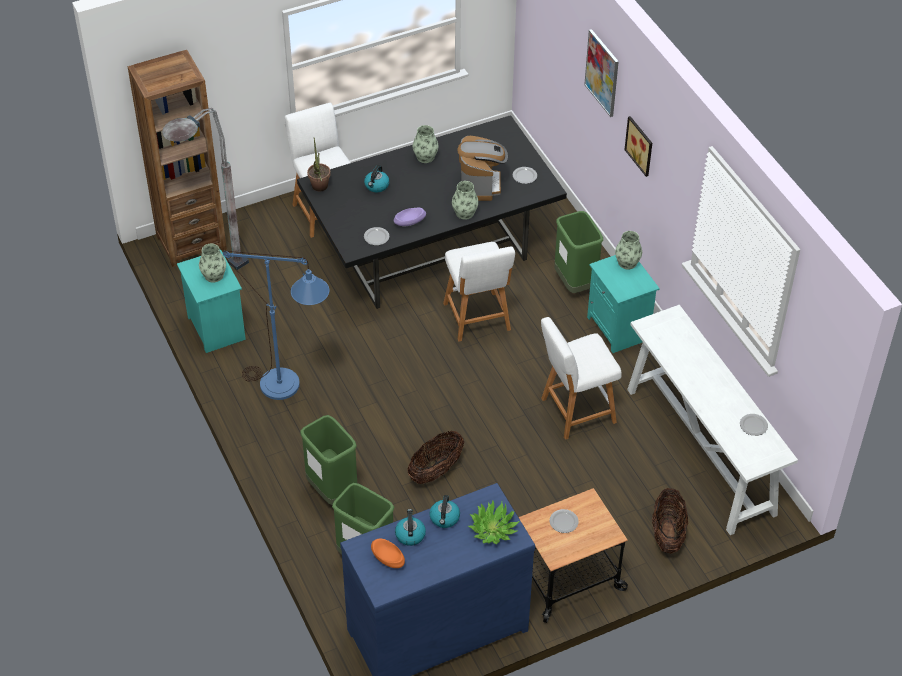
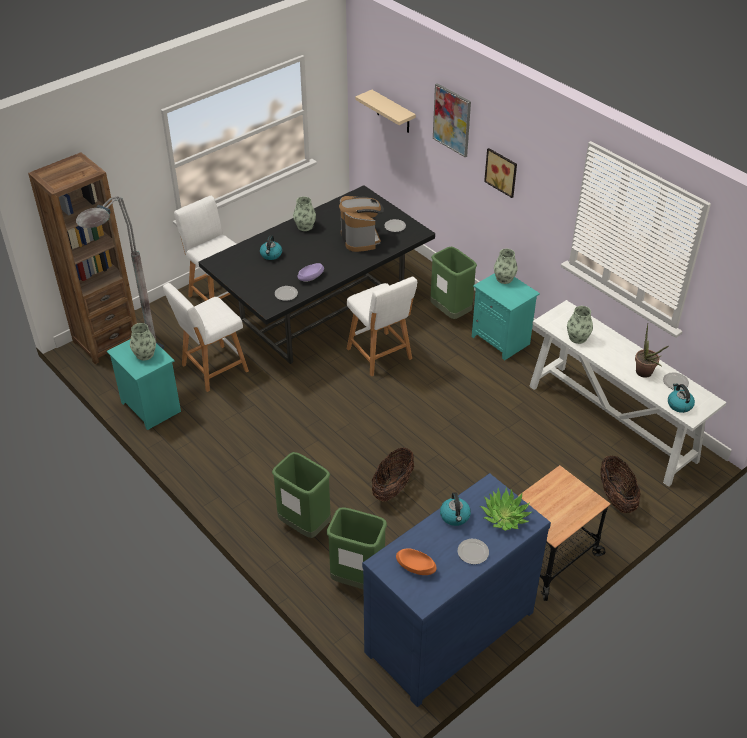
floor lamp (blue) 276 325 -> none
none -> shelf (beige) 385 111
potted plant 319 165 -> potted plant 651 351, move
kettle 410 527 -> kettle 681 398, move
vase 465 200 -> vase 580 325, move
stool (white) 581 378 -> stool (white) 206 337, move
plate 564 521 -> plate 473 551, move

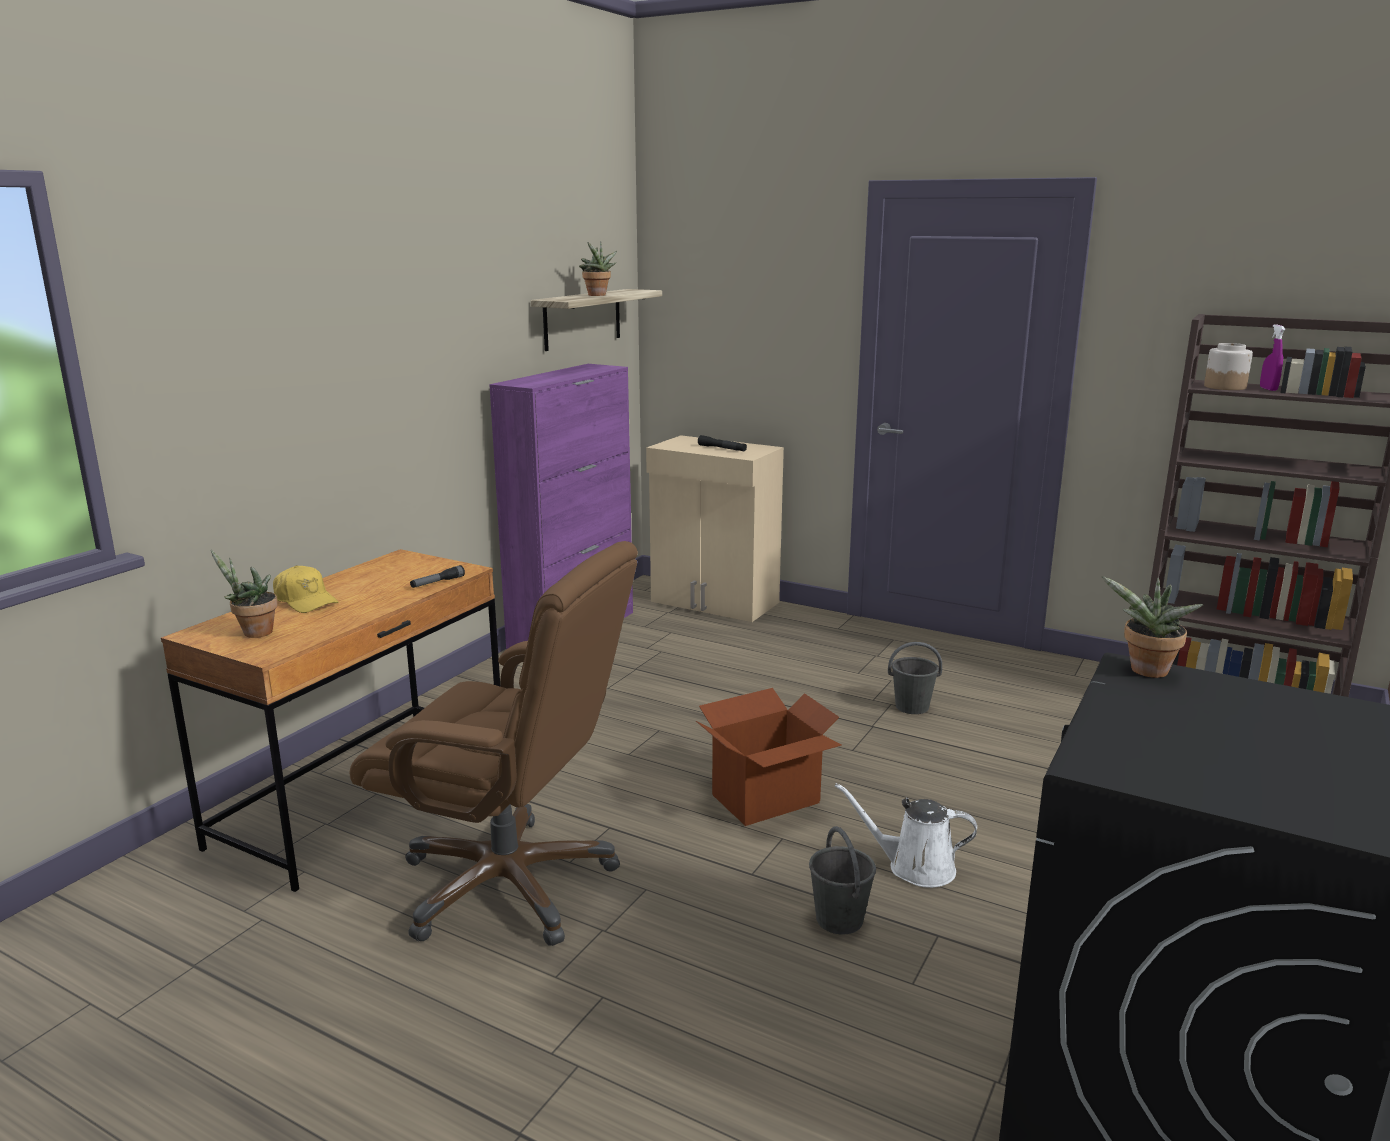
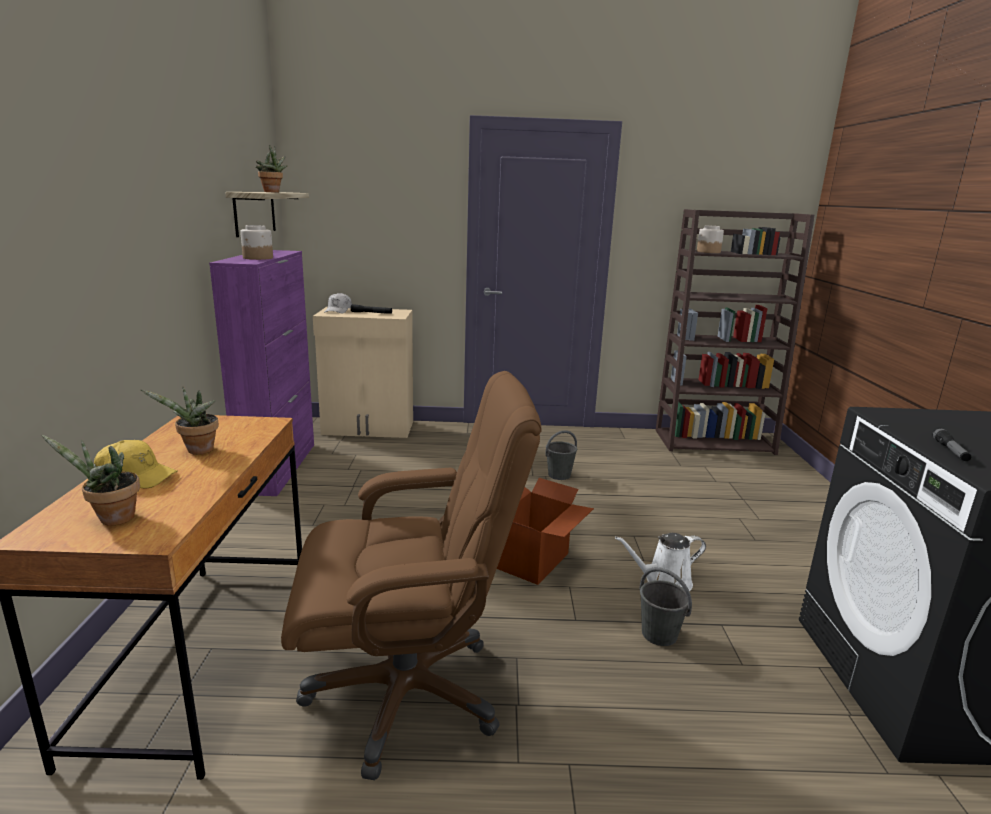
spray bottle (purple) 1273 357 -> none
none -> jar 256 242
none -> cap (white) 338 303
flashlight 437 576 -> flashlight 951 444, move
potted plant 1152 627 -> potted plant 180 420, move

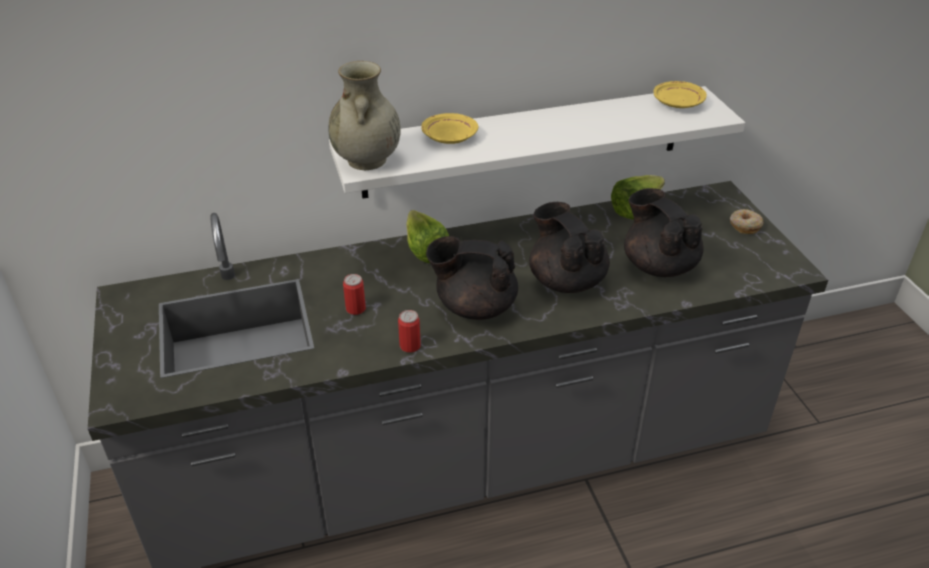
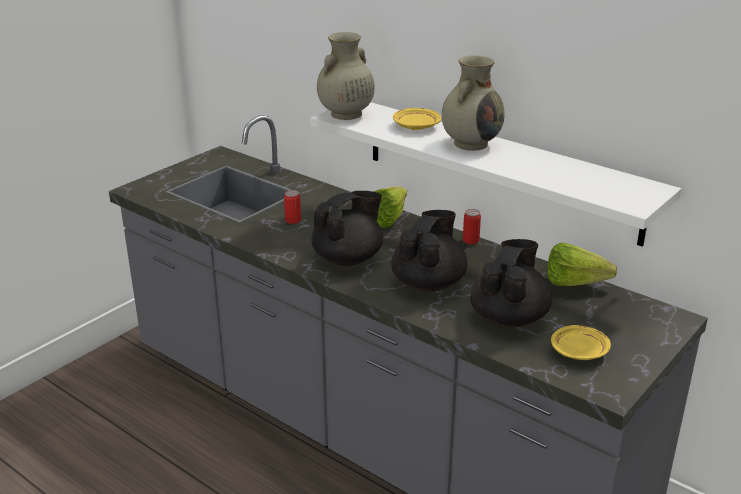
donut 747 221 -> none
none -> vase (beige) 473 103
can 409 331 -> can 472 226, move
plate (yellow) 680 94 -> plate (yellow) 581 342, move
teapot (black) 472 278 -> teapot (black) 347 228, 75 degrees clockwise

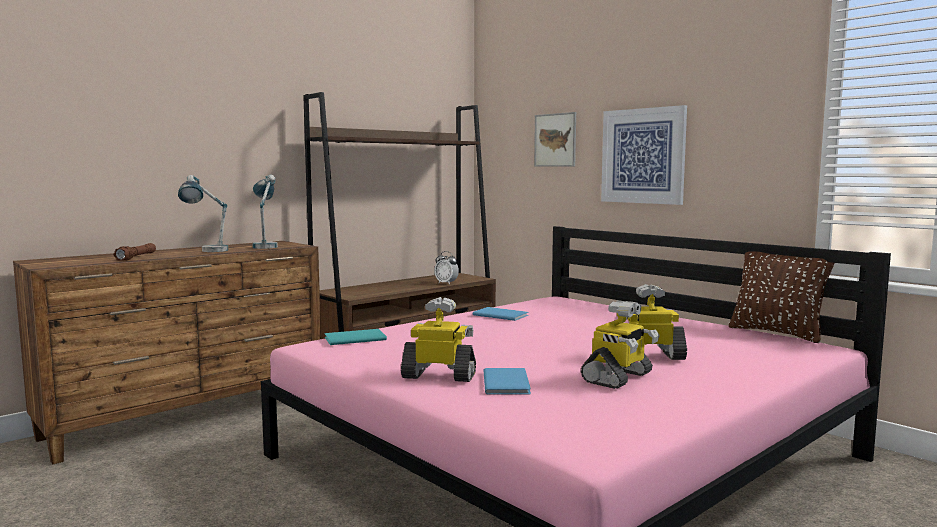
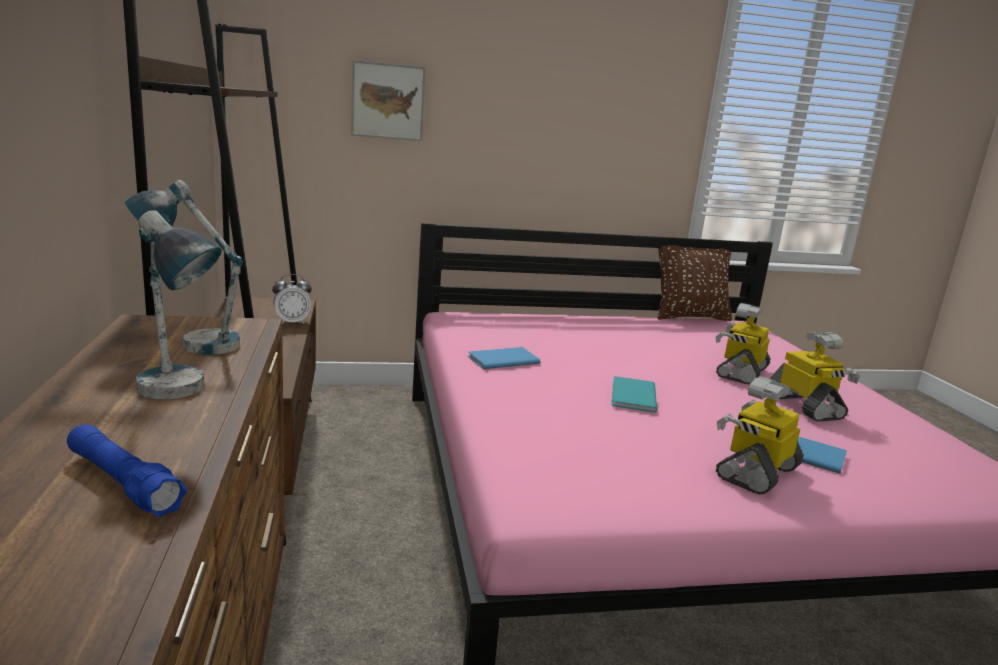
picture 644 155 -> none
book (turquoise) 356 337 -> book (turquoise) 634 394, move
flashlight (brown) 134 252 -> flashlight (blue) 127 470

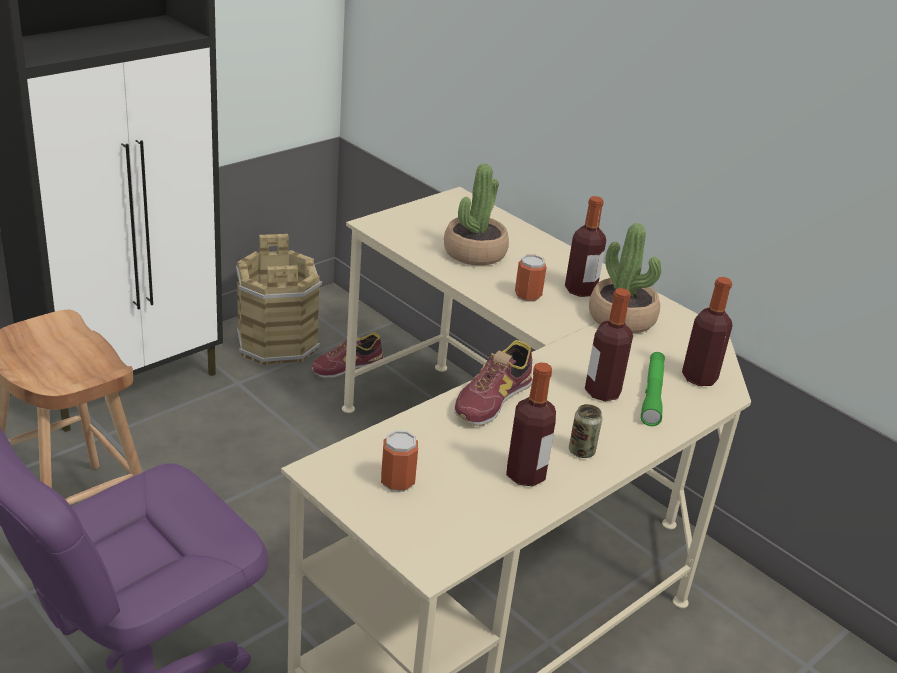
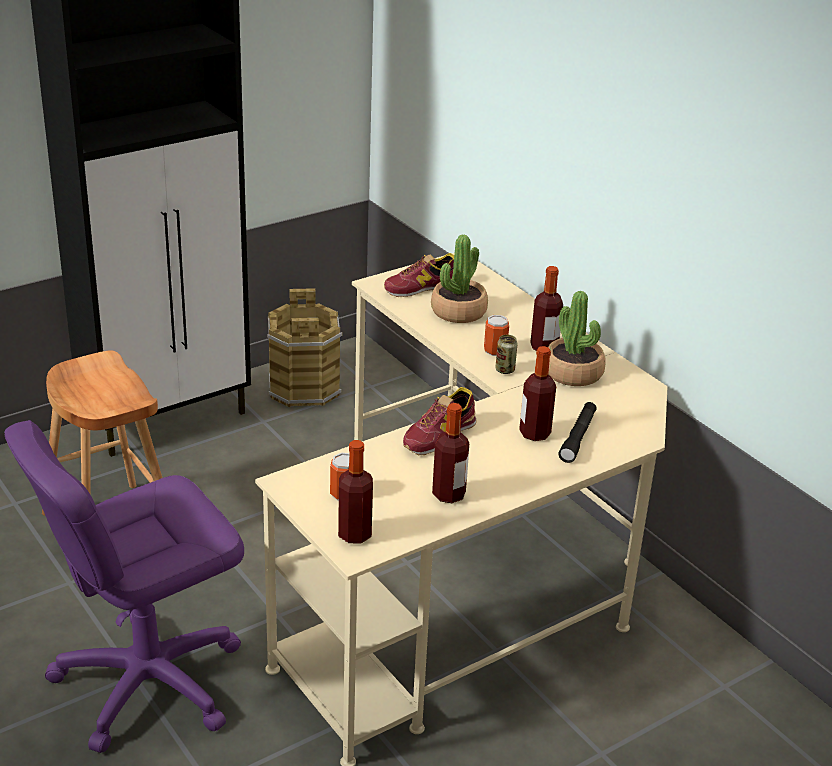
shoe 348 355 -> shoe 419 275, move
can 586 431 -> can 506 354, move
bottle 707 331 -> bottle 355 491, move
flashlight (green) 653 389 -> flashlight (black) 577 432

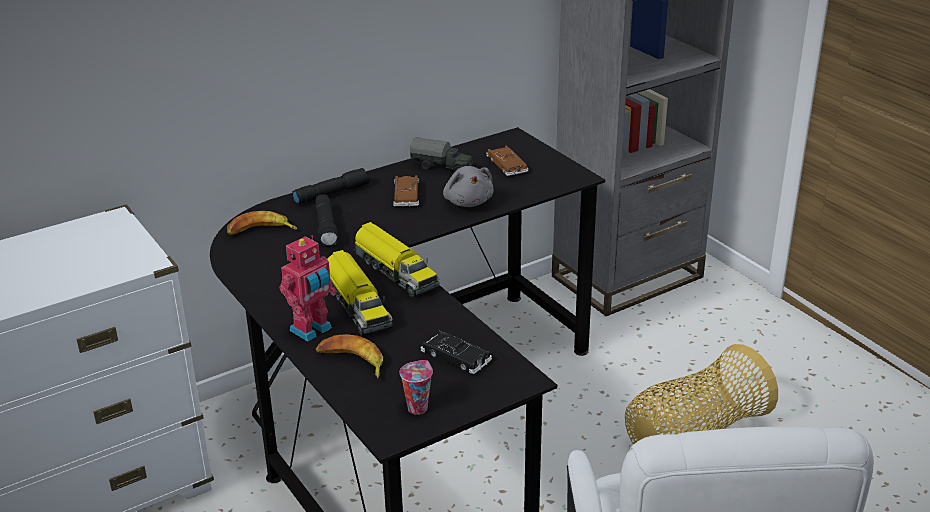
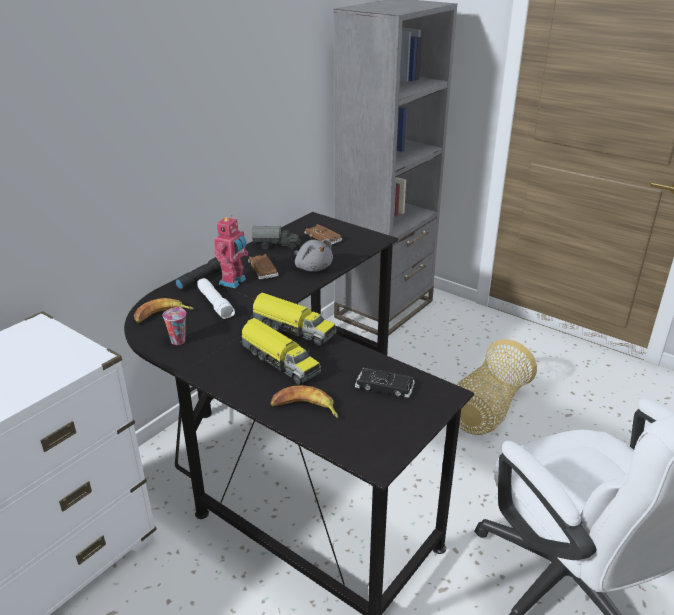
toy robot 308 288 -> toy robot 231 251, move
cup 416 387 -> cup 174 326, move
flashlight (black) 327 220 -> flashlight (white) 216 298

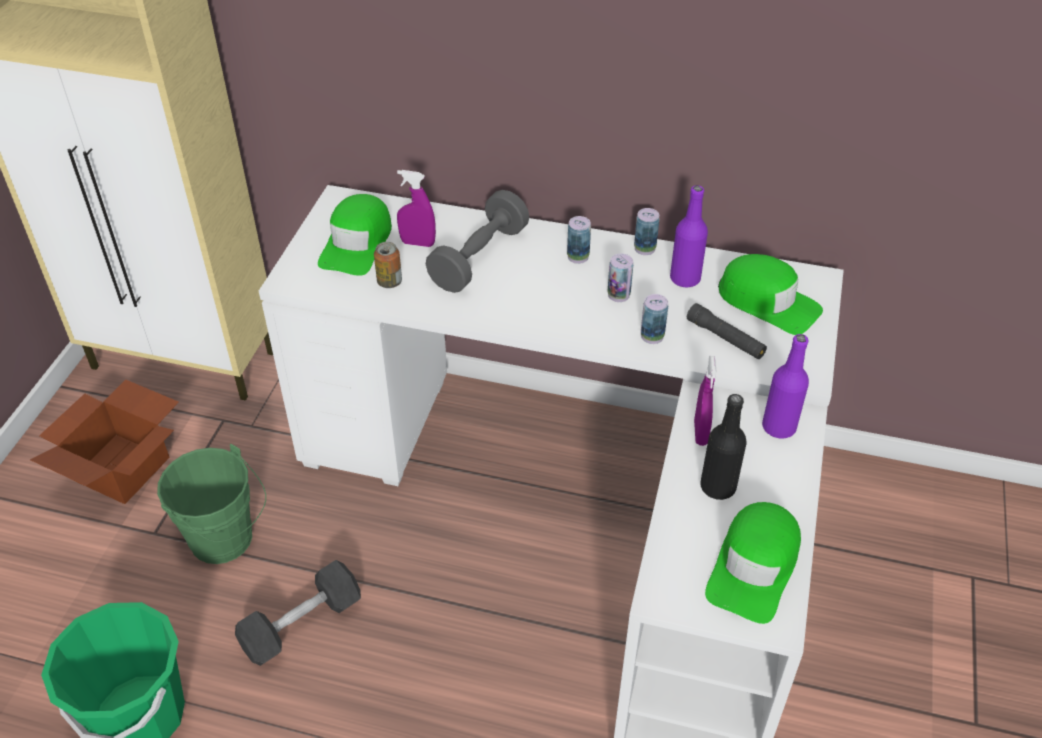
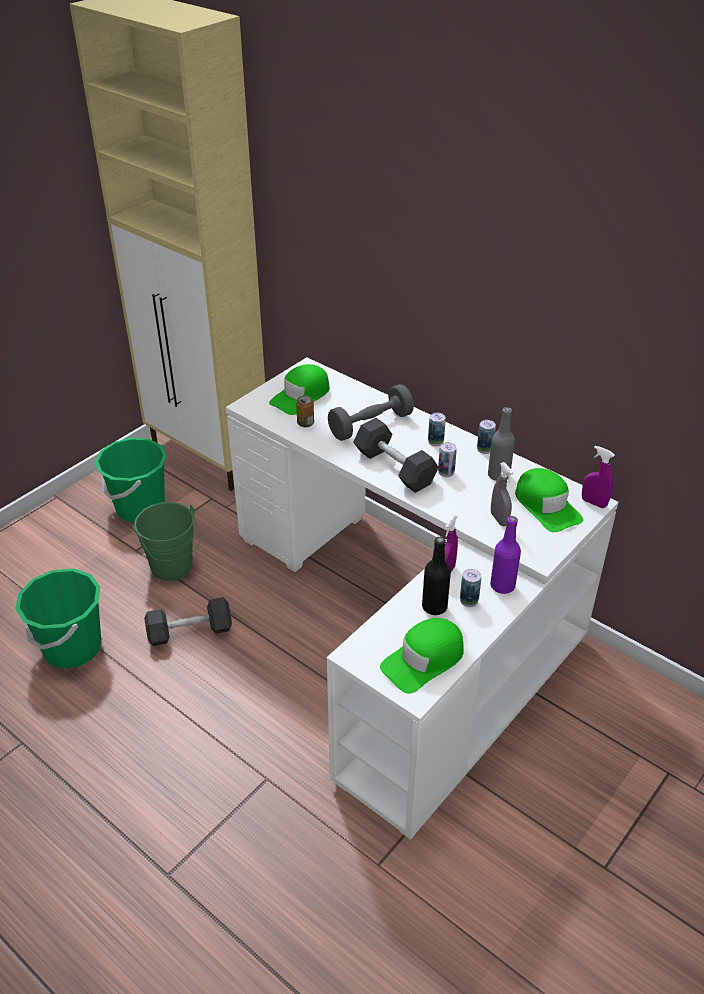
none -> dumbbell (black) 396 455
spray bottle (purple) 416 208 -> spray bottle (purple) 598 477, move
can 654 319 -> can 470 588, move
cardboard box 104 441 -> bucket (green) 131 480
flashlight (black) 727 331 -> spray bottle (grey) 502 494
bottle (purple) 689 236 -> bottle (grey) 501 444

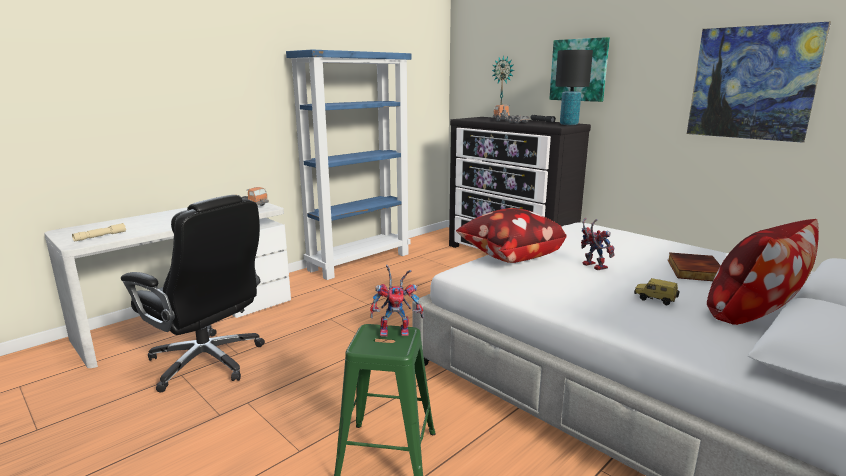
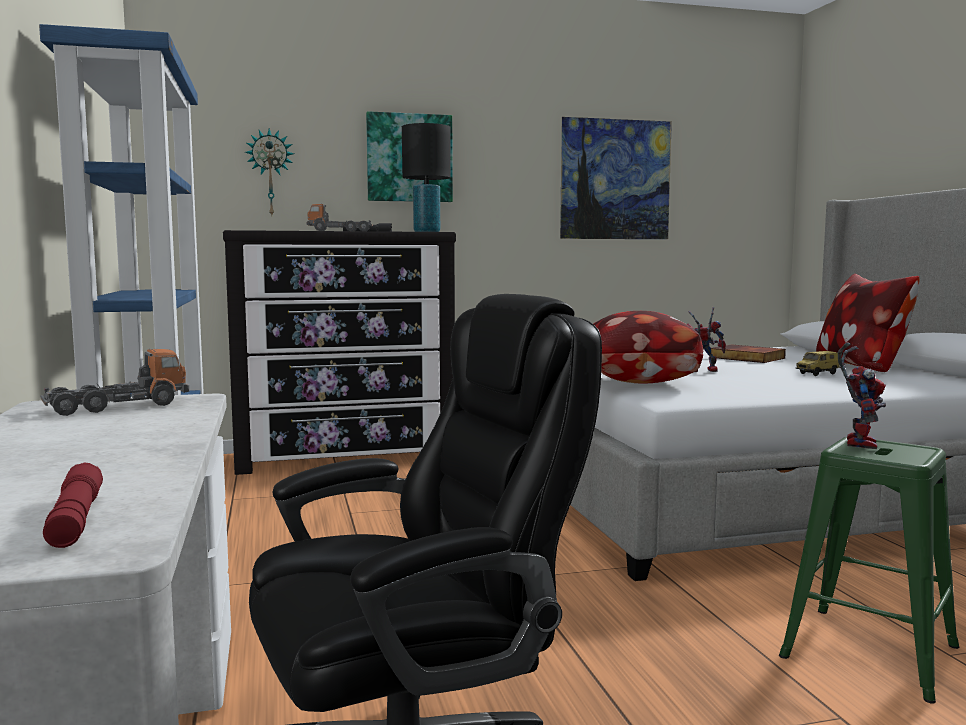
flashlight (beige) 99 232 -> flashlight (red) 73 505

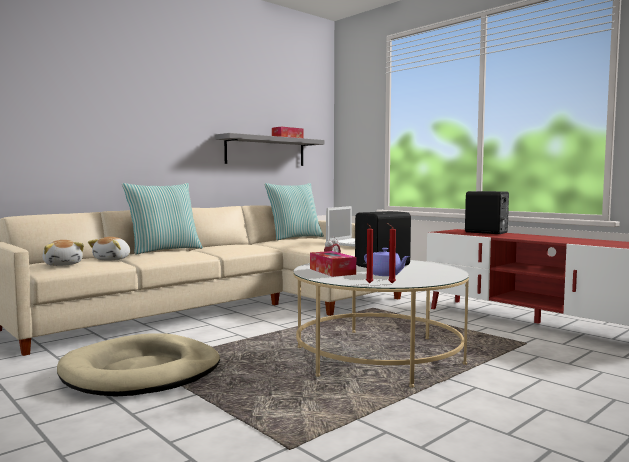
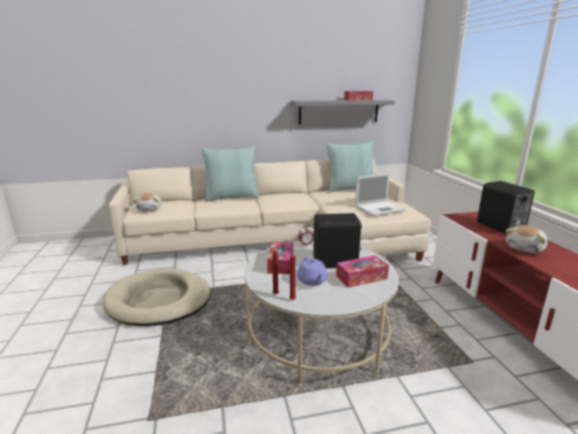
none -> tissue box 362 271
plush toy 109 249 -> plush toy 526 239, move

